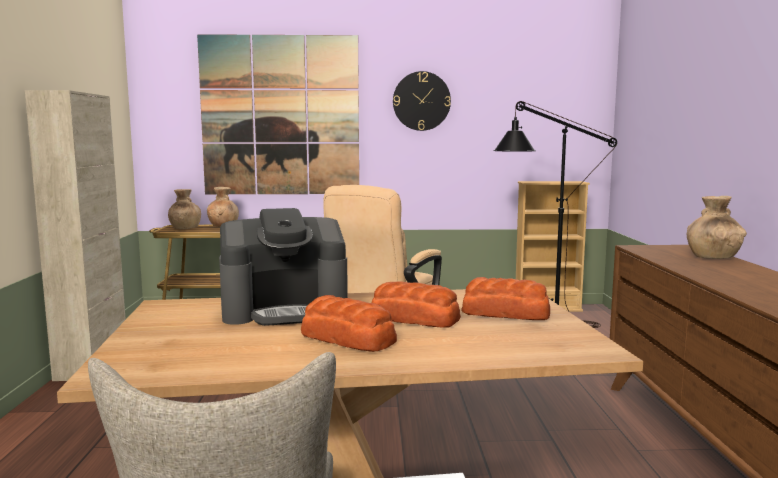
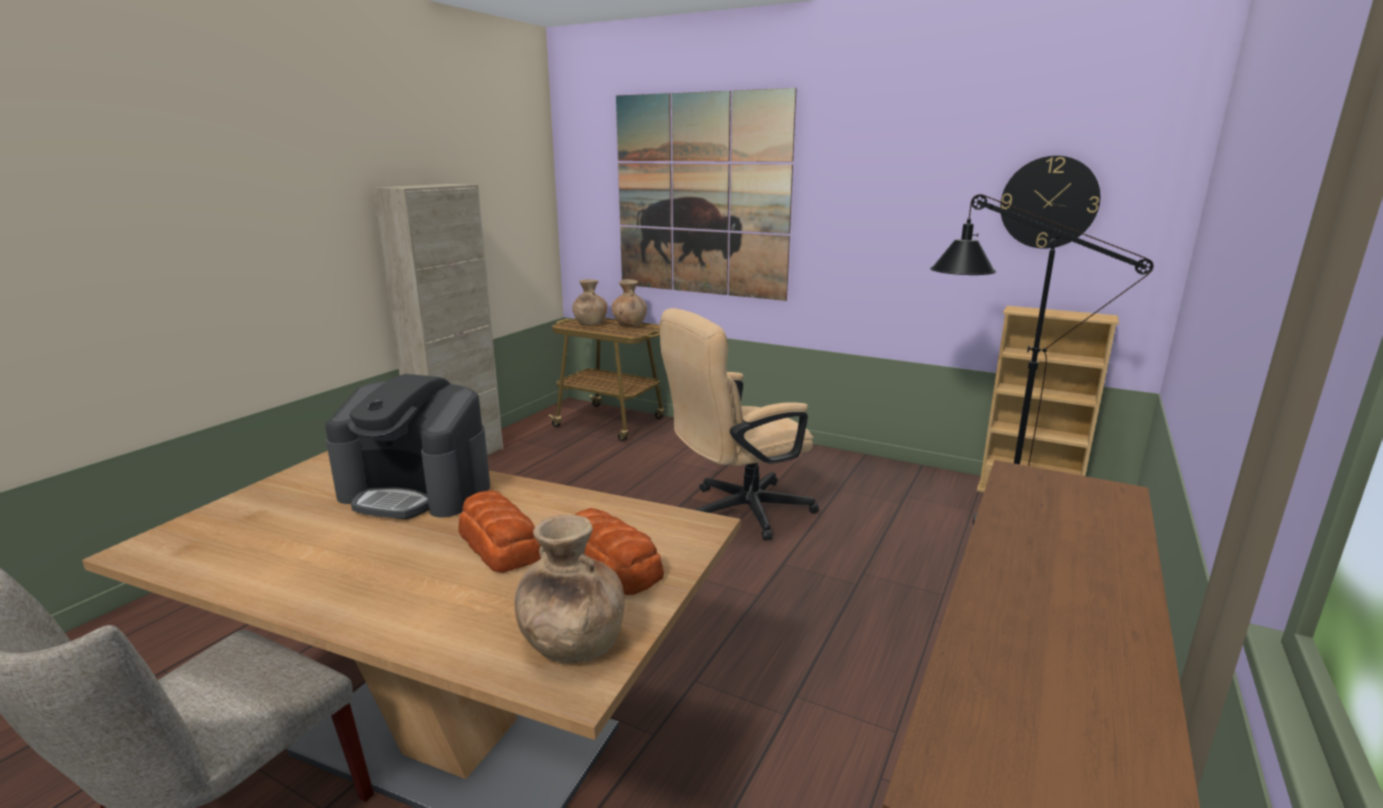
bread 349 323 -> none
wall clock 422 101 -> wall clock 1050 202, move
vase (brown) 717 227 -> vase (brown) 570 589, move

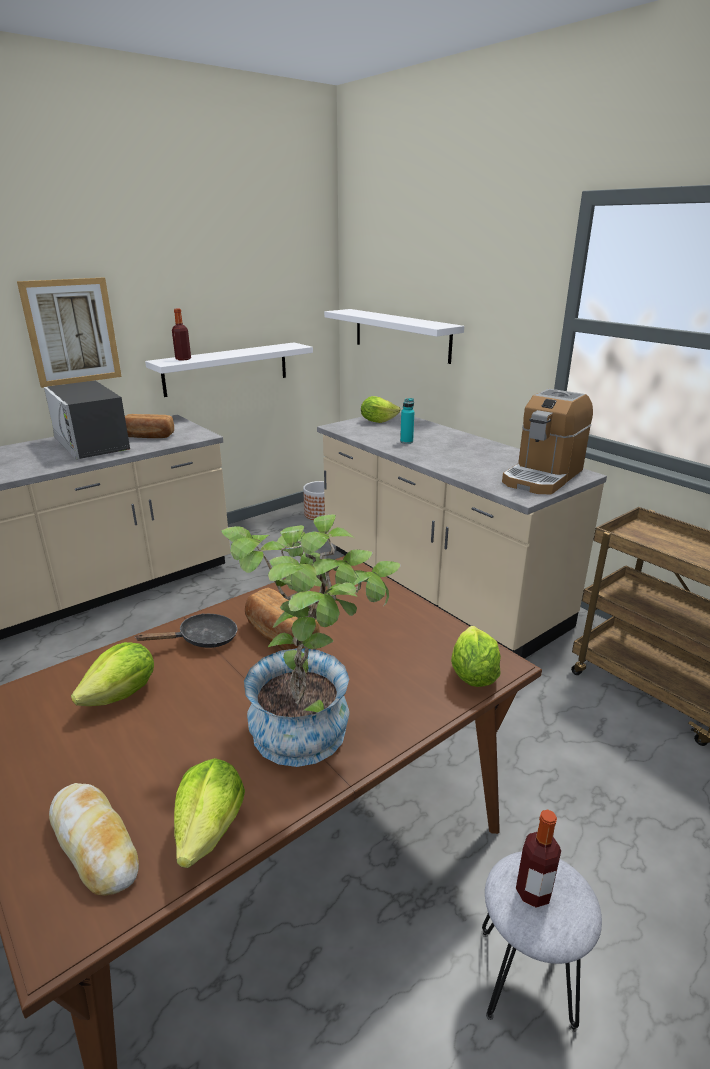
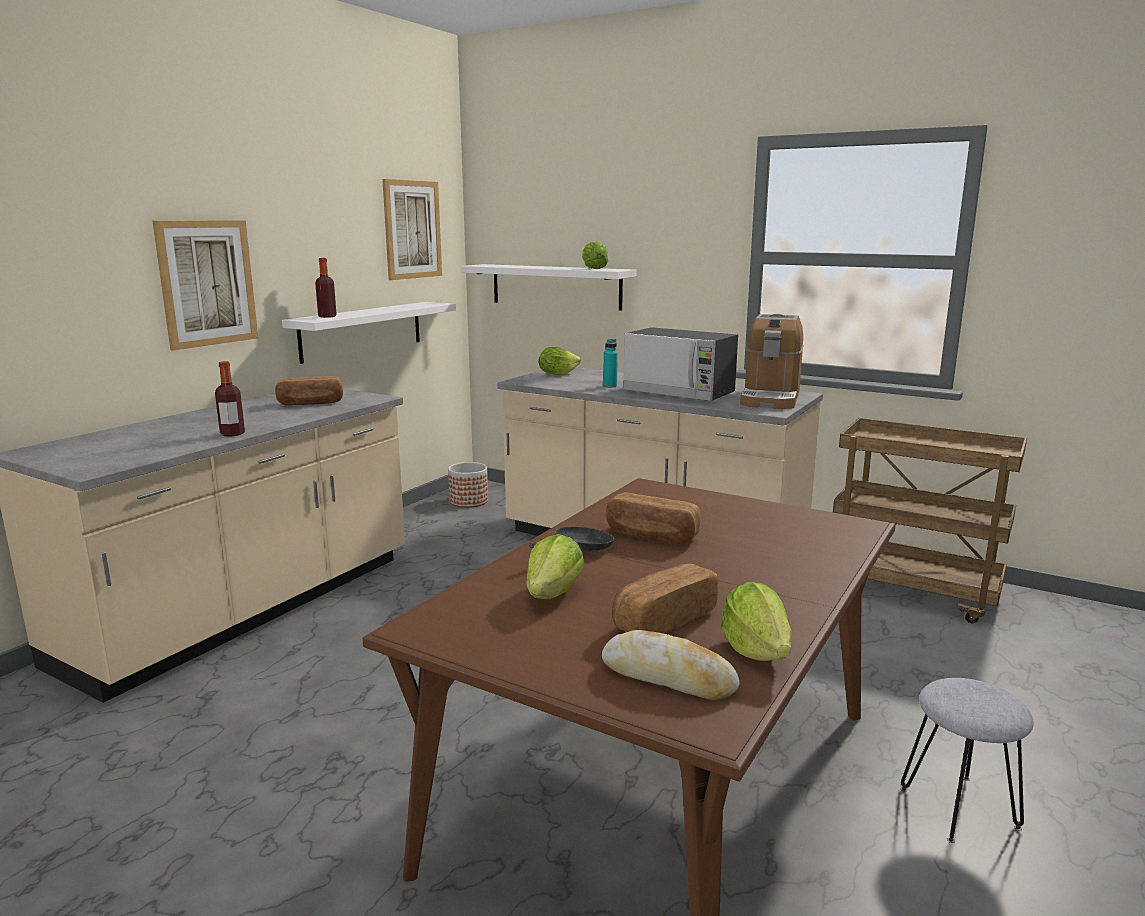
potted plant 310 640 -> none
none -> picture 412 229
none -> bread 665 598
microwave 87 420 -> microwave 680 364, move
lettuce 476 656 -> lettuce 595 255, move
bottle 538 858 -> bottle 230 399, move

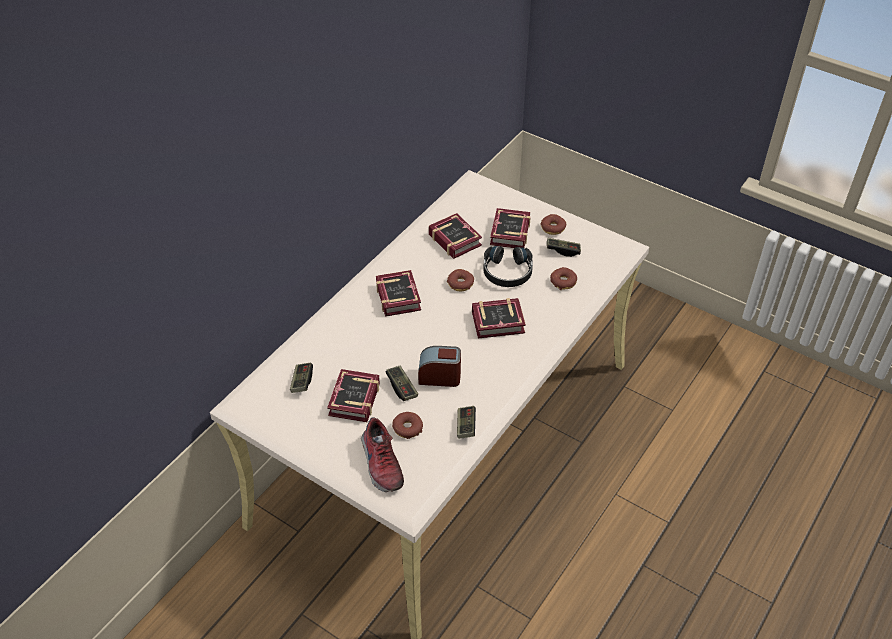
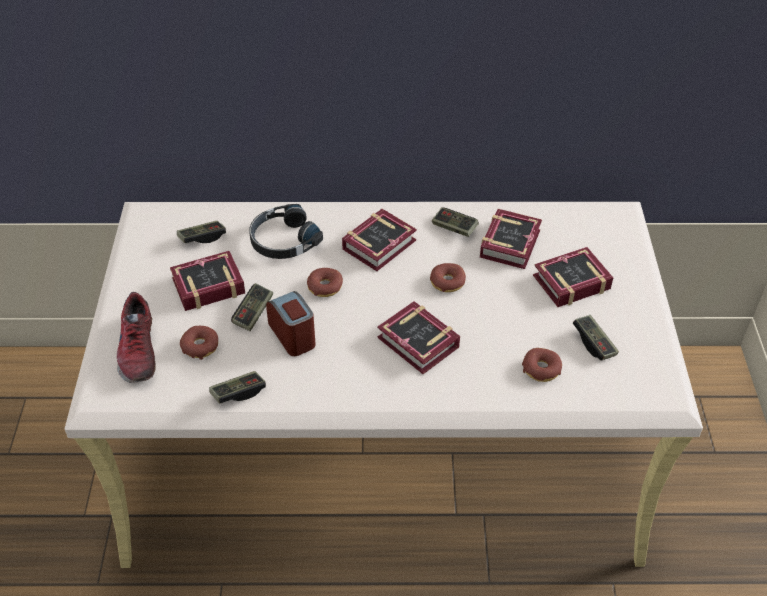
none -> game controller 455 222
headphones (black) 508 266 -> headphones (black) 286 231, move
donut 553 224 -> donut 325 282, move
shoe 382 454 -> shoe 136 337, 45 degrees counterclockwise

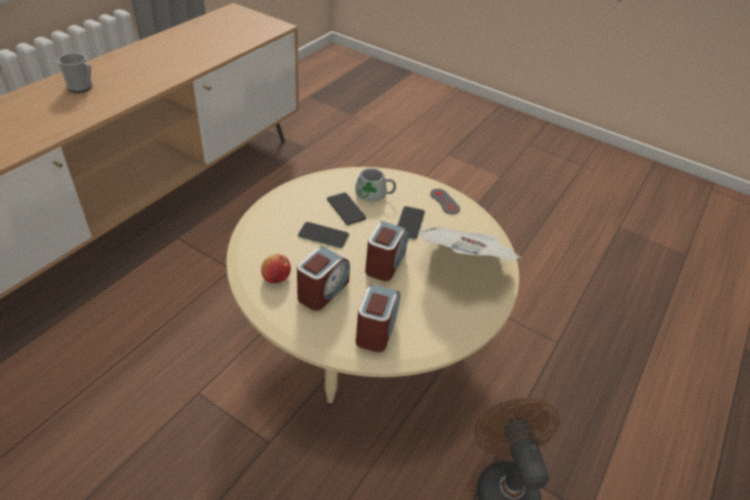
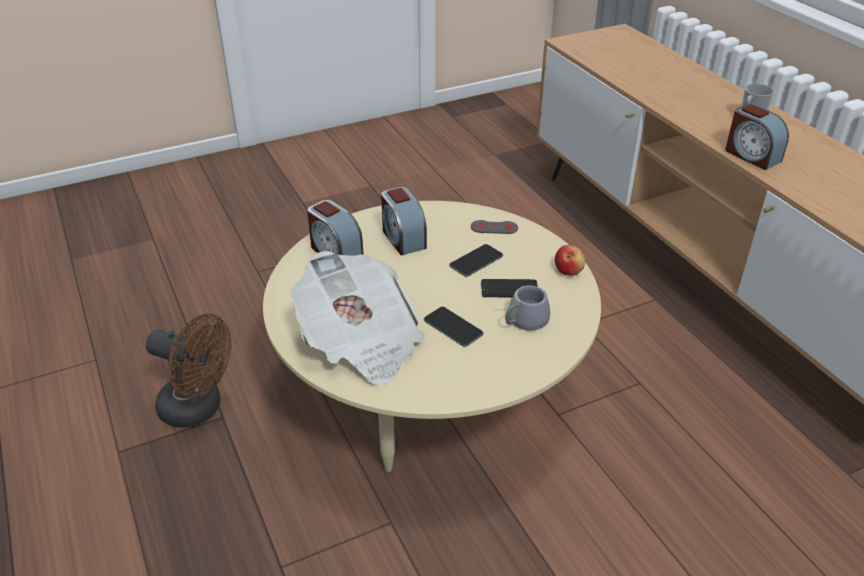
apple 276 268 -> apple 570 260, move
alarm clock 387 251 -> alarm clock 757 137, move
game controller (grey) 445 201 -> game controller (grey) 494 227, move

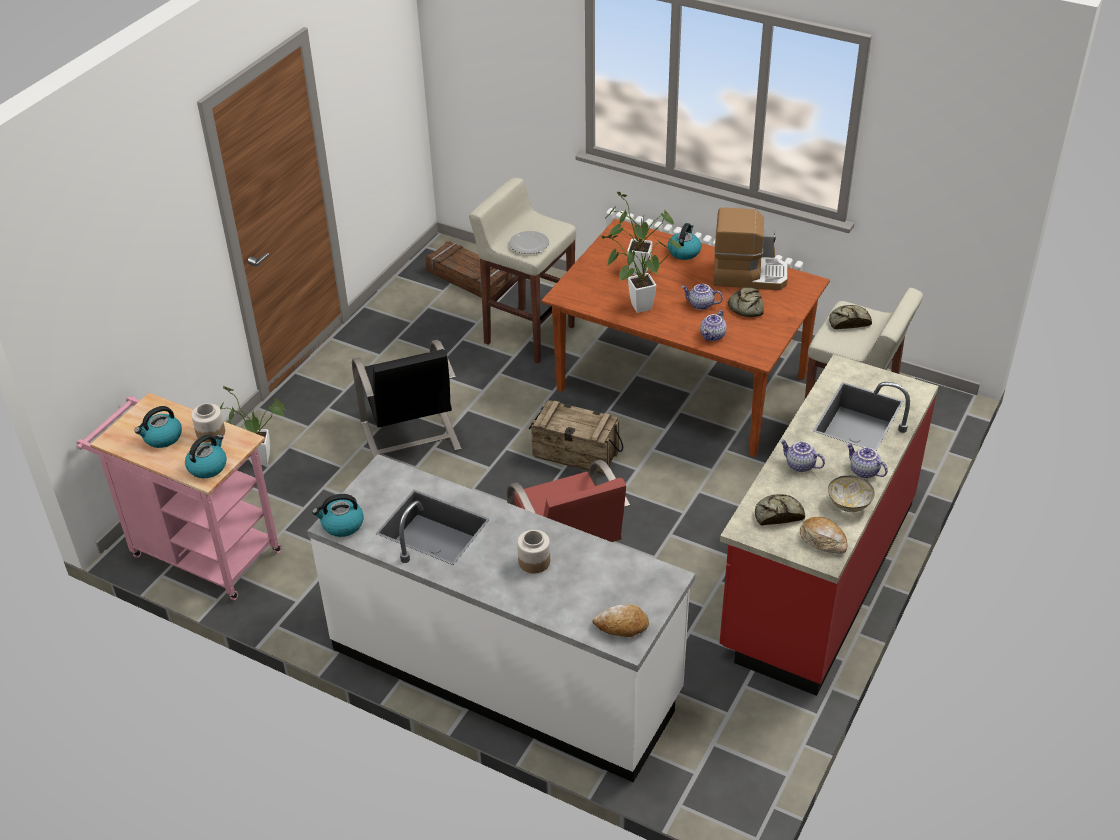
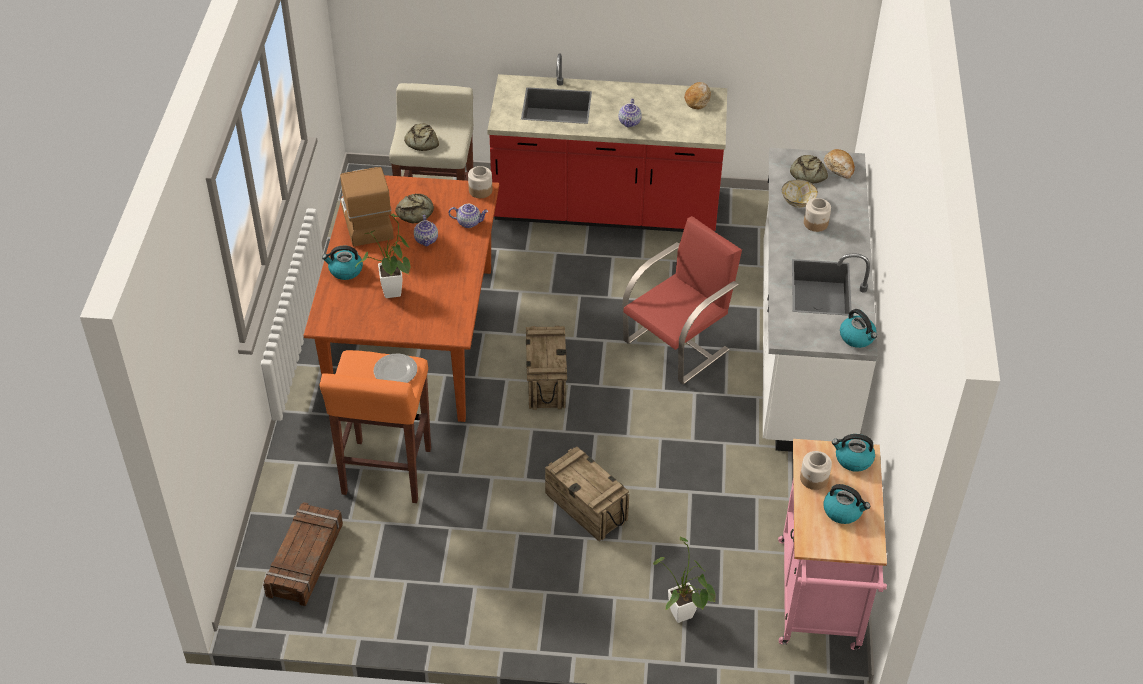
potted plant 641 274 -> none
teapot 867 460 -> none
none -> jar 480 182
bread 780 510 -> bread 809 169, move
bowl 851 494 -> bowl 800 193, move
chair (black) 407 399 -> crate 587 493
stool (beige) 522 271 -> stool (orange) 375 426

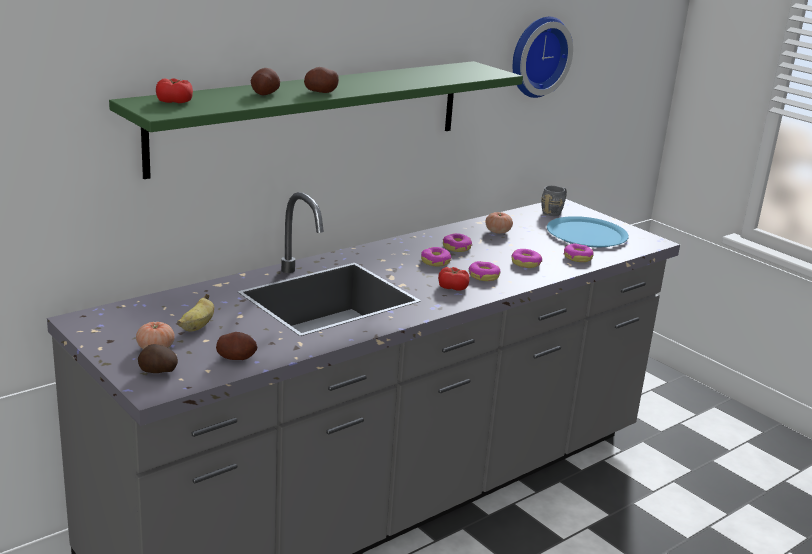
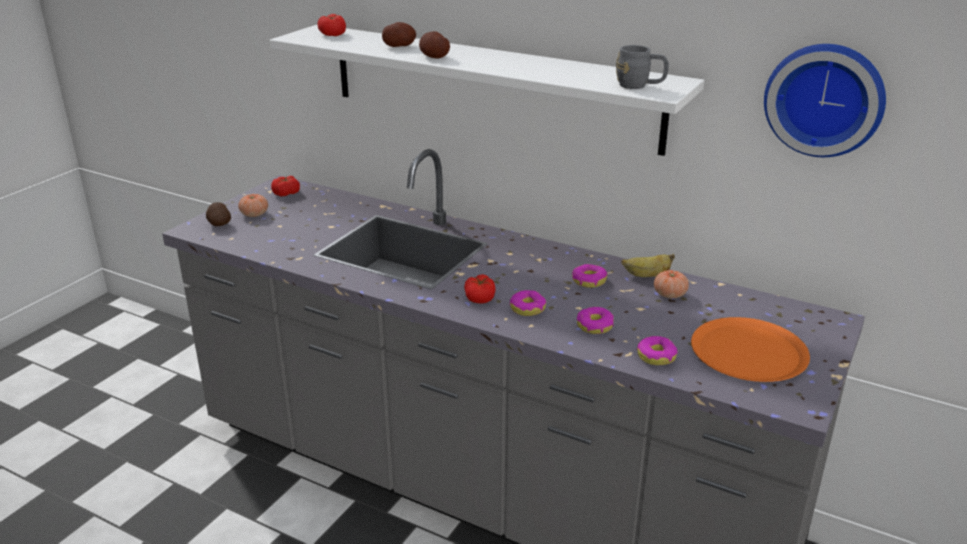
potato 236 346 -> none
donut 436 257 -> none
none -> tomato 285 186
banana 195 313 -> banana 648 265, move
mug (grey) 554 201 -> mug (grey) 642 67, move
shelf (green) 316 120 -> shelf (white) 487 90
plate (blue) 588 231 -> plate (orange) 750 349

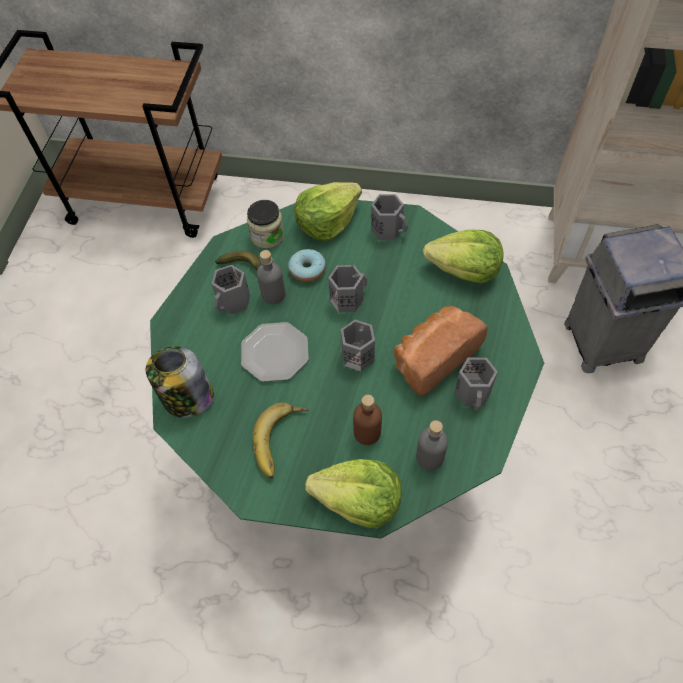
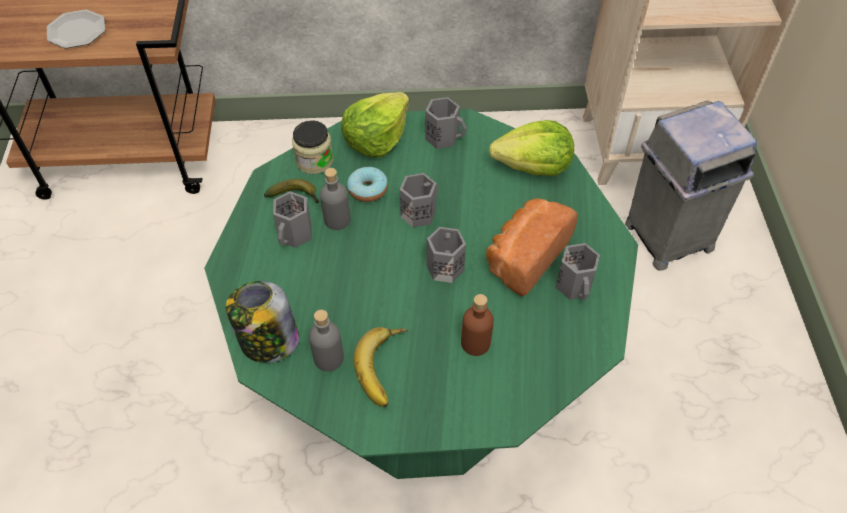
lettuce 353 493 -> none
plate 275 352 -> plate 76 29, move
bottle (grey) 432 445 -> bottle (grey) 326 341, move

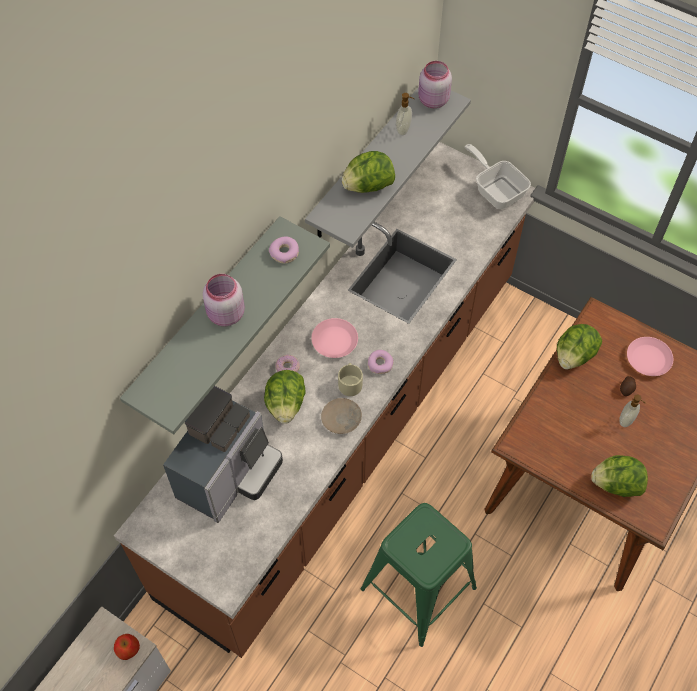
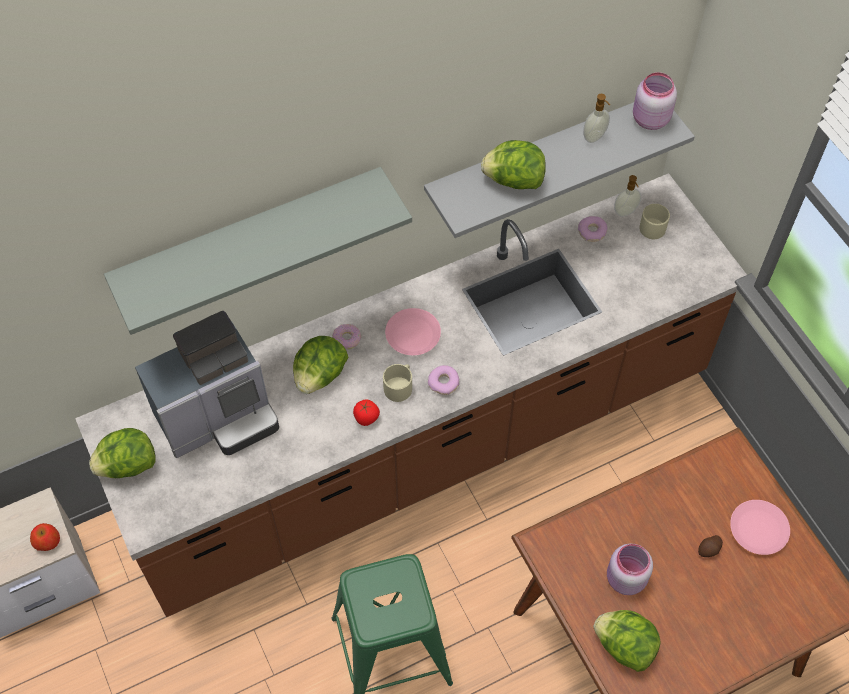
frying pan 498 176 -> none
none -> mug (beige) 655 221
jar (pink) 224 300 -> jar (pink) 630 569, move
donut 284 250 -> donut 592 229, move
lettuce 579 346 -> lettuce 122 453, move
soap dispenser 632 410 -> soap dispenser 627 196, move
plate (beige) 341 416 -> tomato 366 412

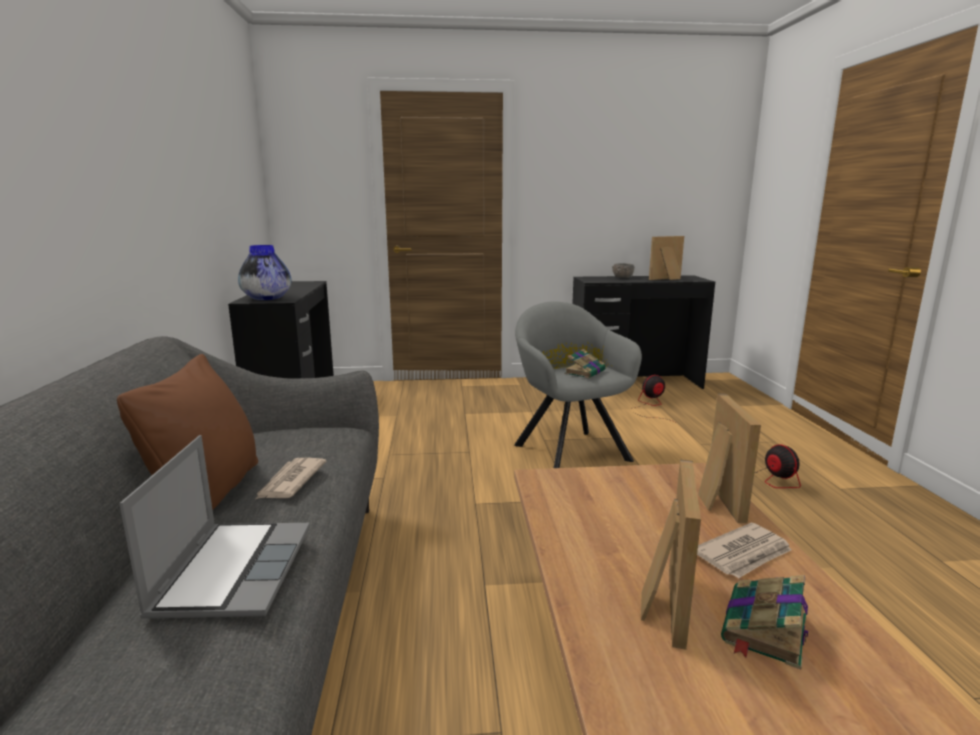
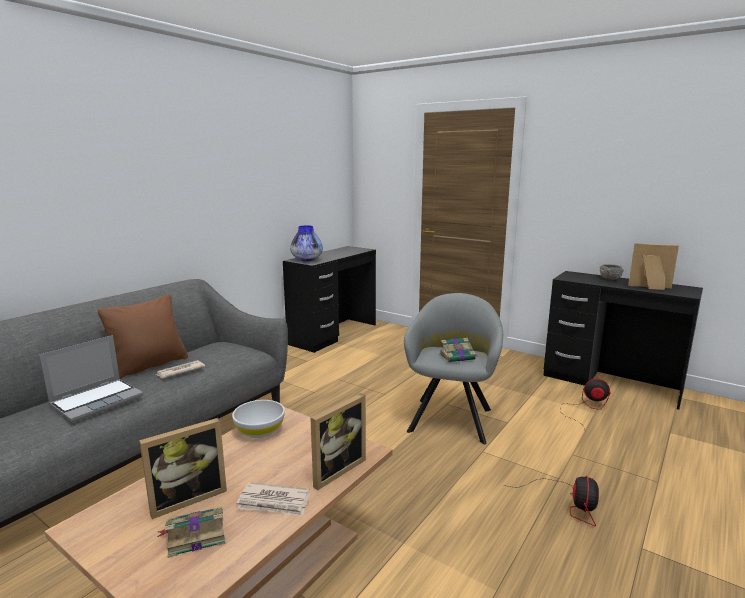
none -> bowl (white) 258 419

